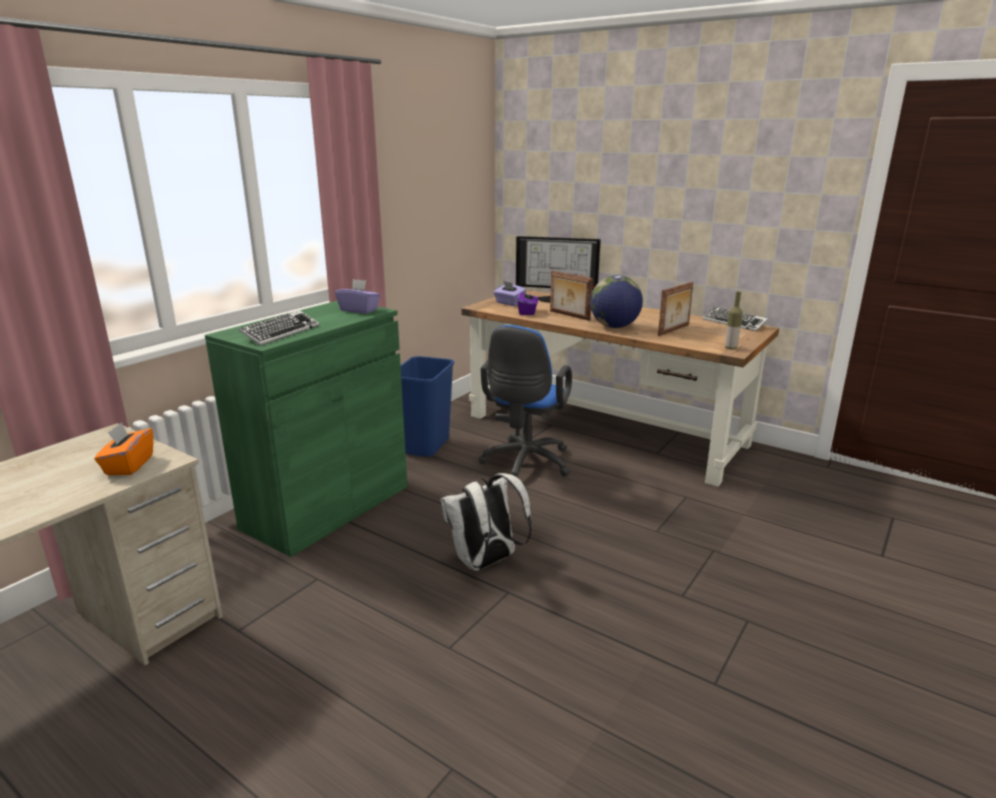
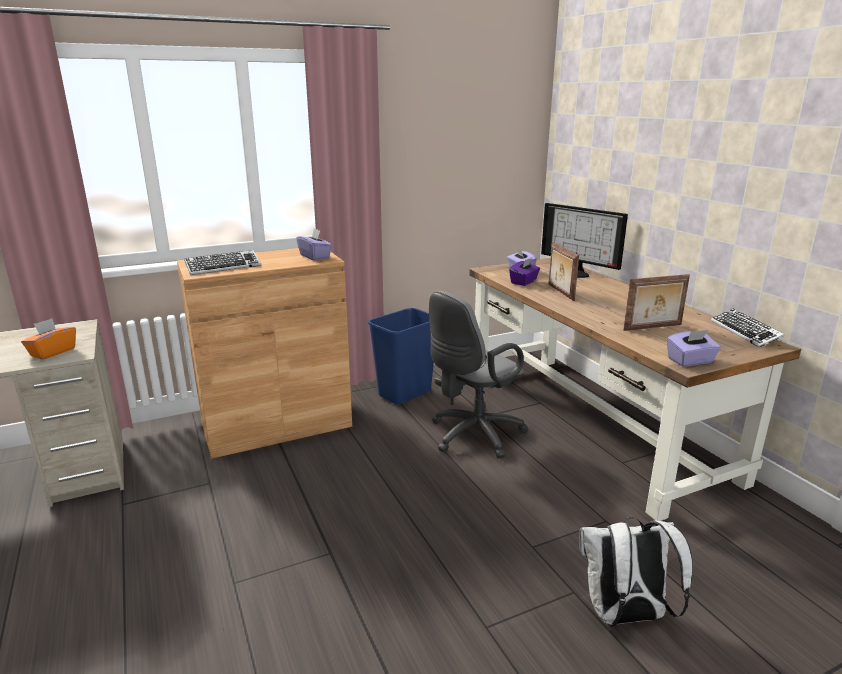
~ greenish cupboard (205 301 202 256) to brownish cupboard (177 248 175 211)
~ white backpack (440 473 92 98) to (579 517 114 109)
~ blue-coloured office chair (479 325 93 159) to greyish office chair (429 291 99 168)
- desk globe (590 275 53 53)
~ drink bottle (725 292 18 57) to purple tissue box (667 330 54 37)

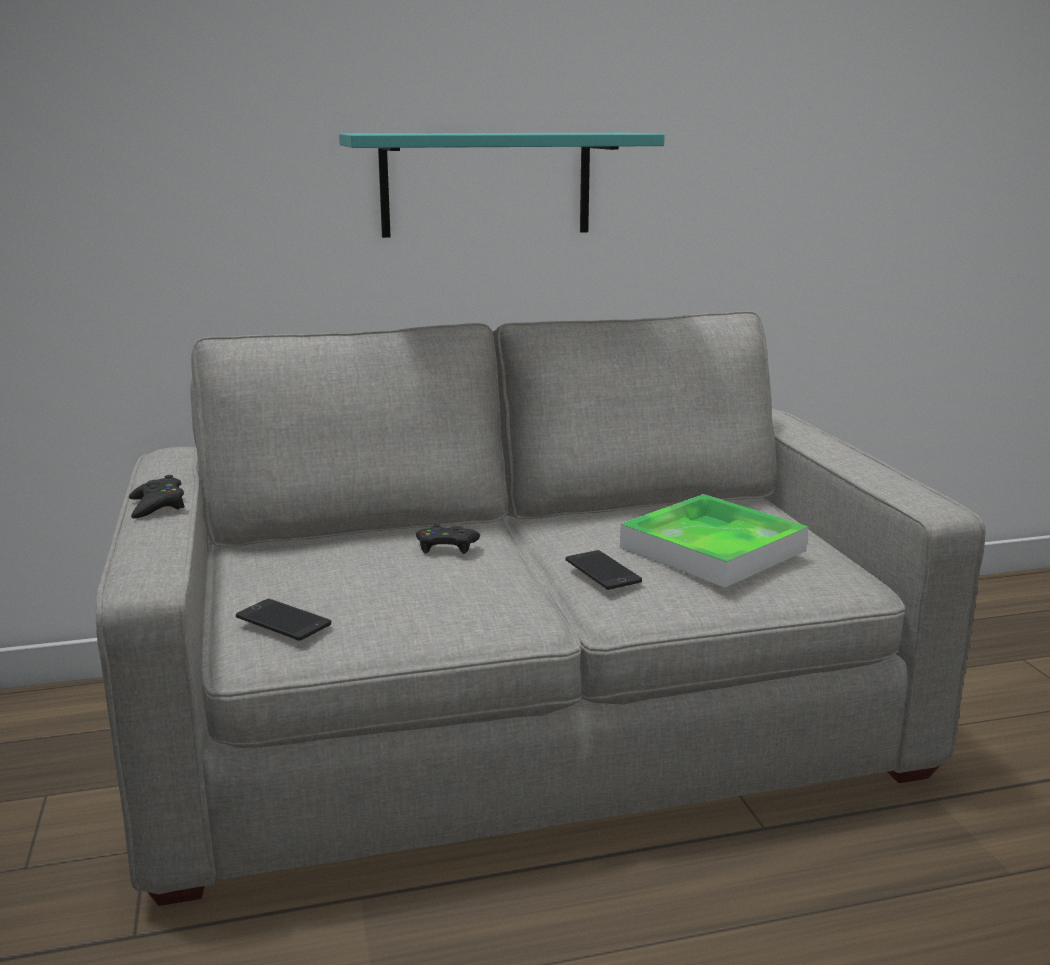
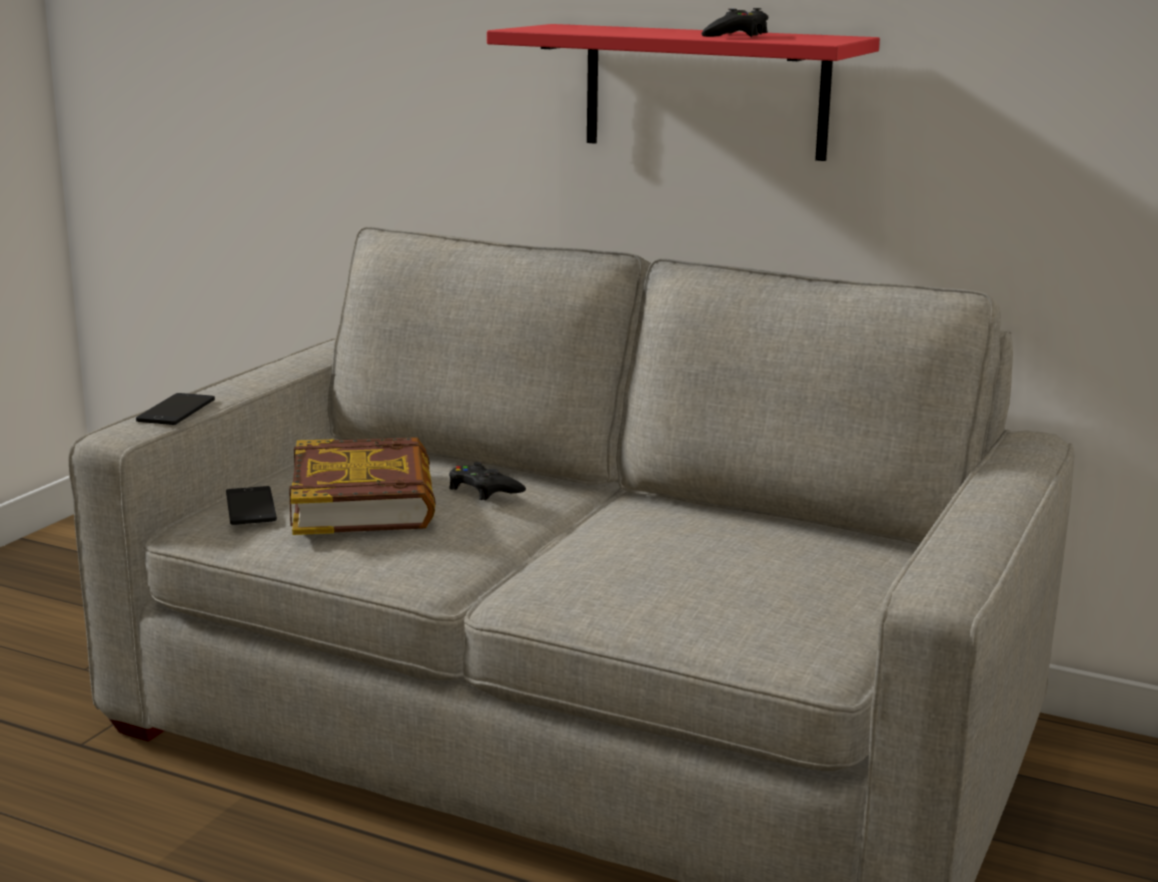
~ blackish gamepad (129 475 56 43) to (701 8 67 29)
~ turquoise-coloured bracket shelf (339 133 326 105) to red-coloured bracket shelf (487 24 393 137)
~ phone (566 550 76 40) to (136 393 79 32)
- tray (620 494 189 94)
+ book (289 437 147 98)

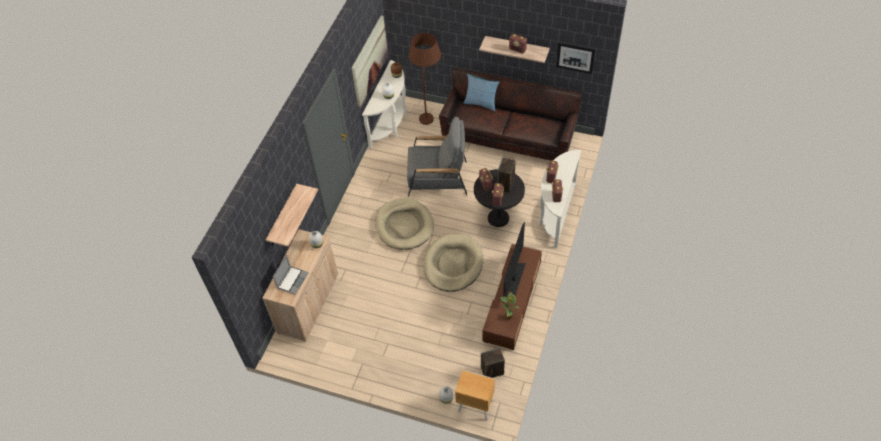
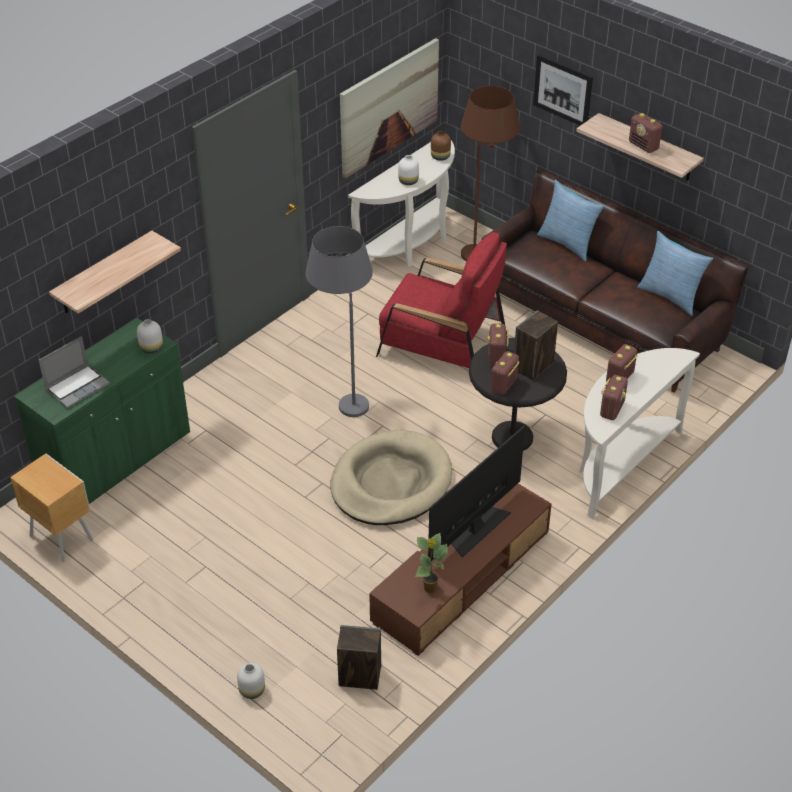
~ beige cupboard (262 229 76 112) to greenish cupboard (14 318 176 186)
~ beige dog cushion (375 198 59 52) to greyish floor lamp (305 226 68 191)
~ greyish easy chair (407 117 60 80) to red-coloured easy chair (376 232 131 136)
~ brownish bedside table (455 370 40 50) to (10 454 83 108)
~ picture (556 43 39 31) to (533 54 60 72)
+ throw pillow (637 231 77 85)

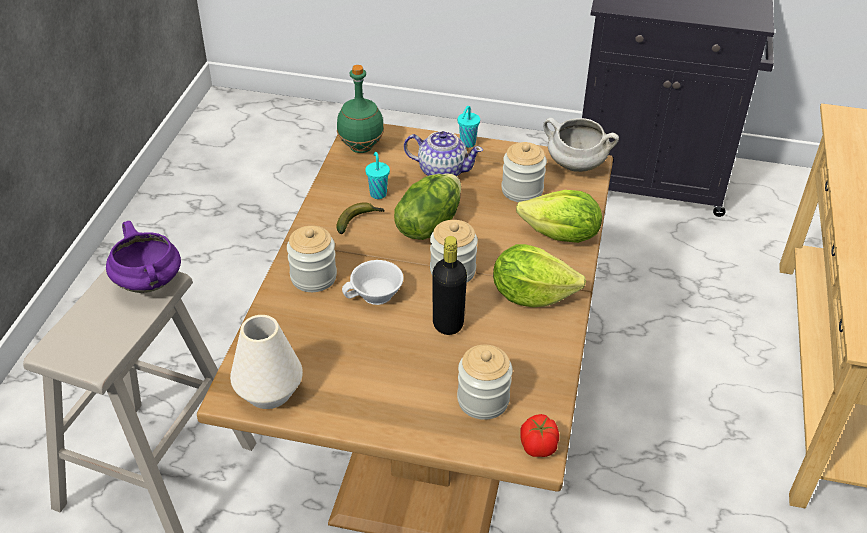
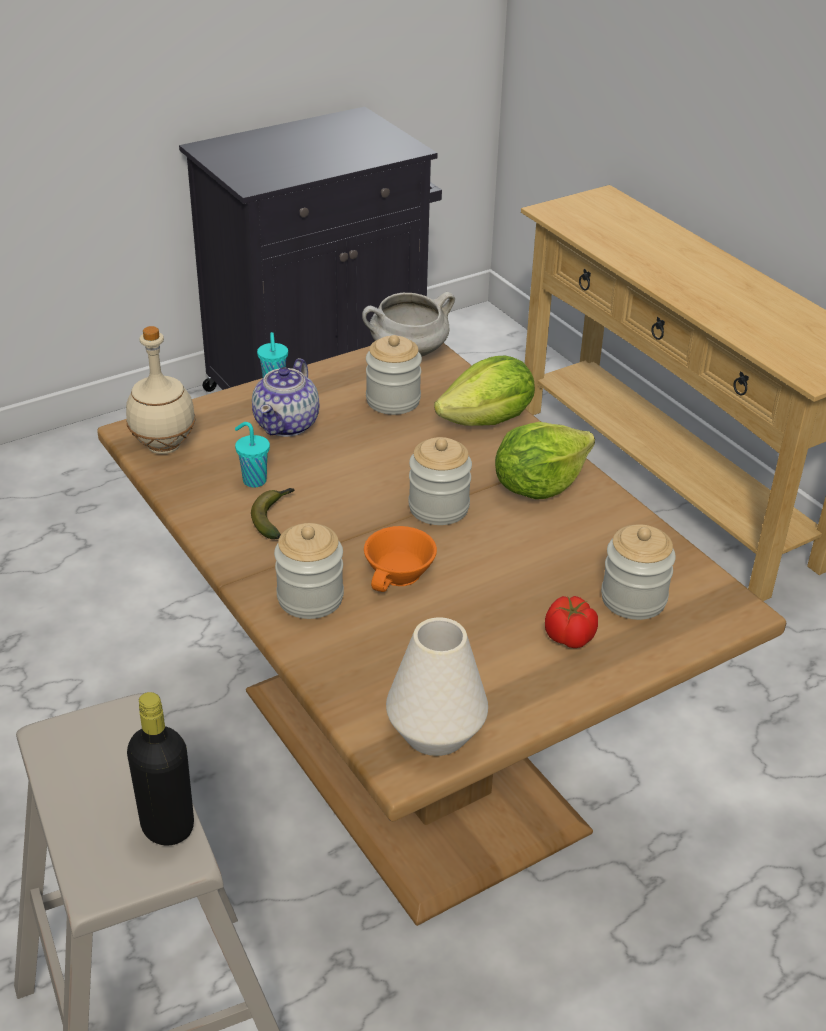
- purple cooking pot (106 221 75 72)
~ greenish drink bottle (337 65 47 88) to beige drink bottle (126 326 70 128)
~ white small cup (342 260 61 45) to orange small cup (364 526 73 66)
- lettuce (394 173 67 67)
~ pot for tea (404 131 79 45) = (252 358 67 79) 135 degrees clockwise
~ blackish drink bottle (432 236 35 99) to (127 692 67 154)
~ fresh tomato (520 414 39 43) to (545 596 53 52)

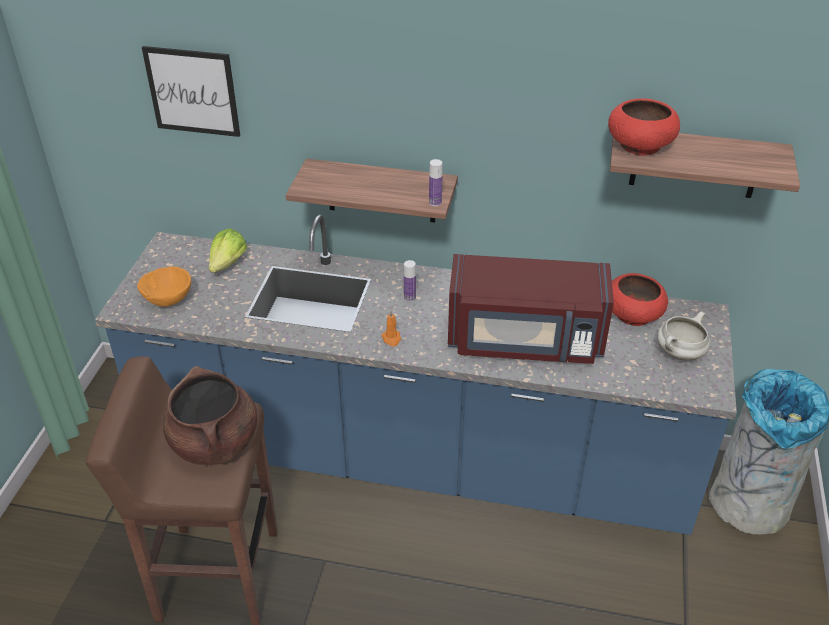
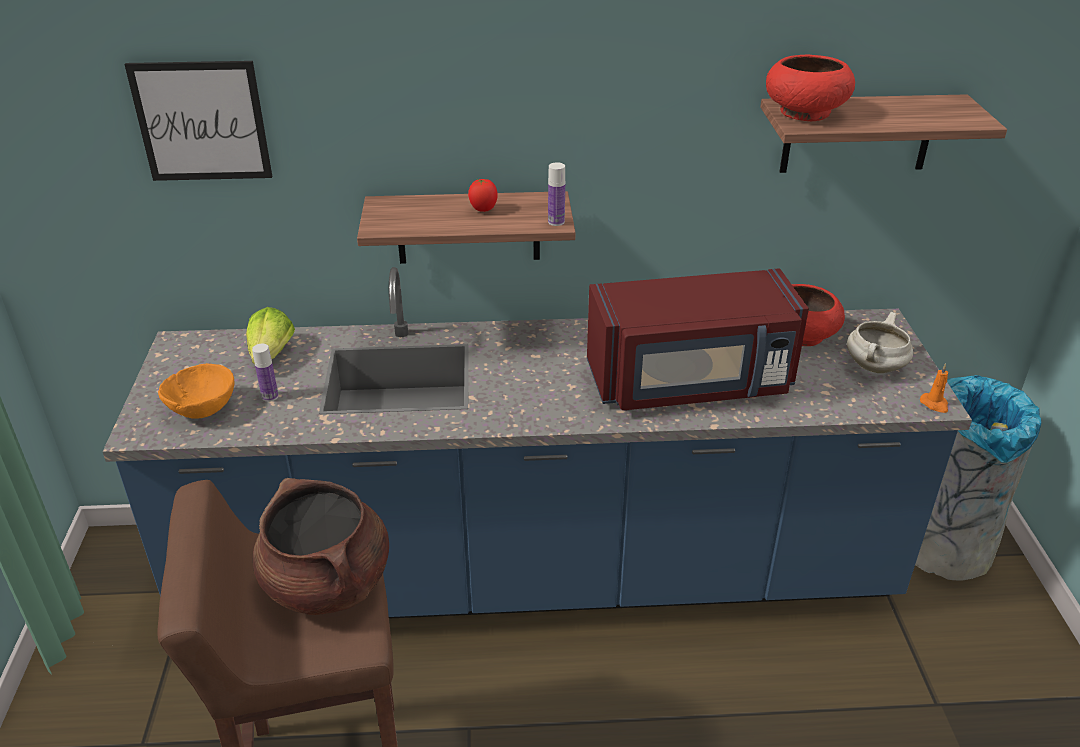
~ orange candle (381 311 20 36) to (920 364 28 49)
~ drink bottle (404 260 12 42) to (252 344 27 58)
+ fresh tomato (468 179 29 33)

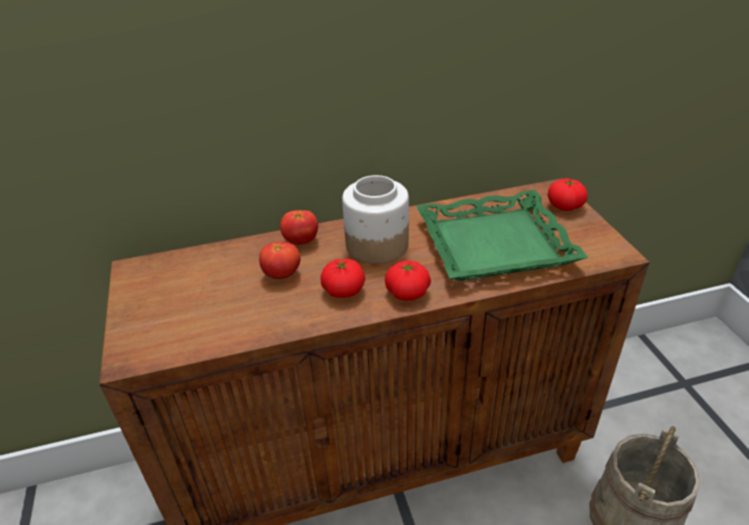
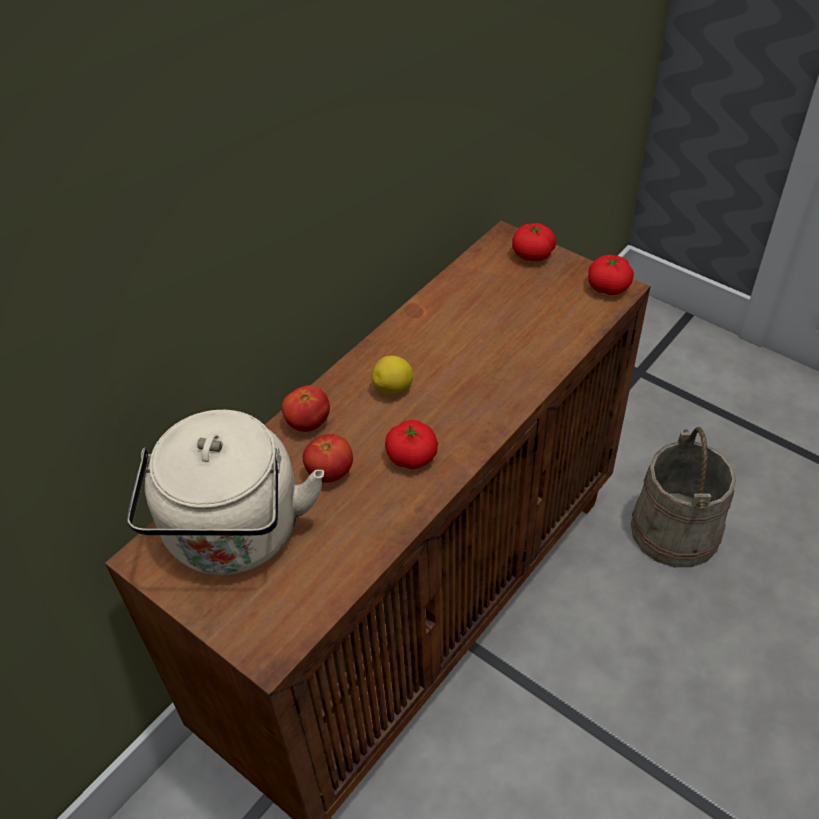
~ storage jar (342 175 67 89) to lemon (372 356 41 38)
~ fresh tomato (385 260 46 41) to (588 255 46 40)
- greenish tray (417 190 171 91)
+ beige kettle (127 410 197 165)

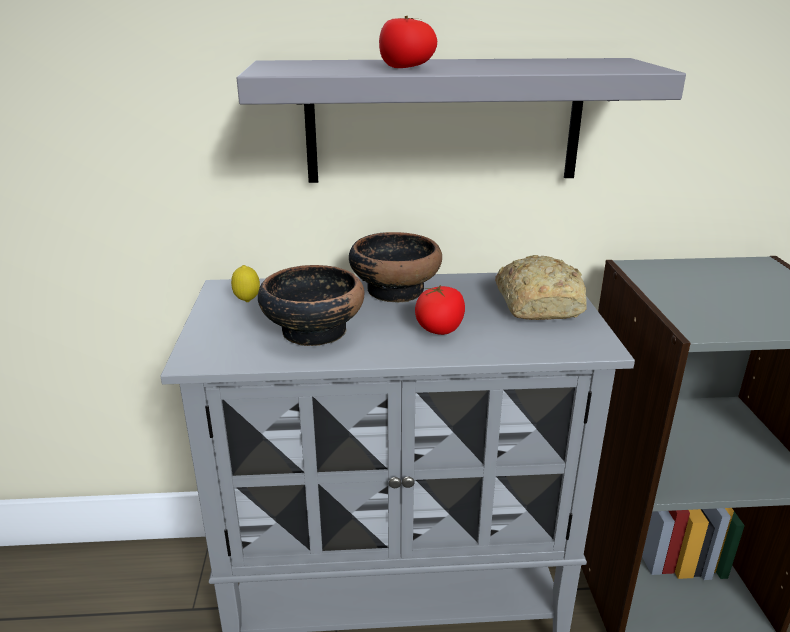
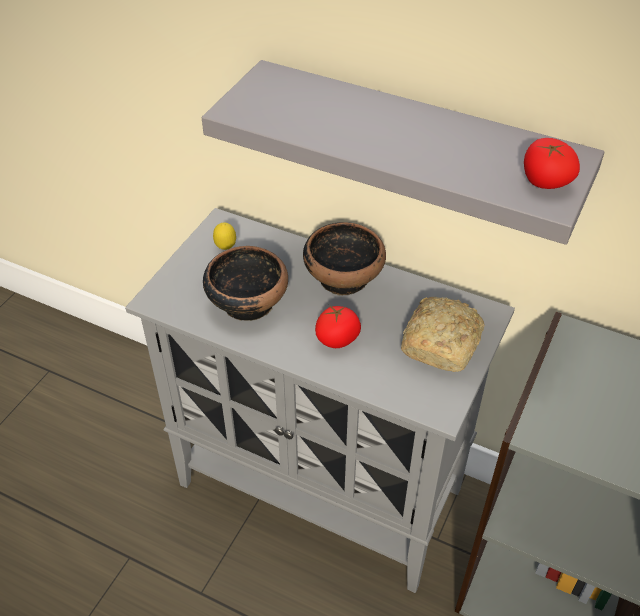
~ fresh tomato (379 16 58 52) to (524 138 56 51)

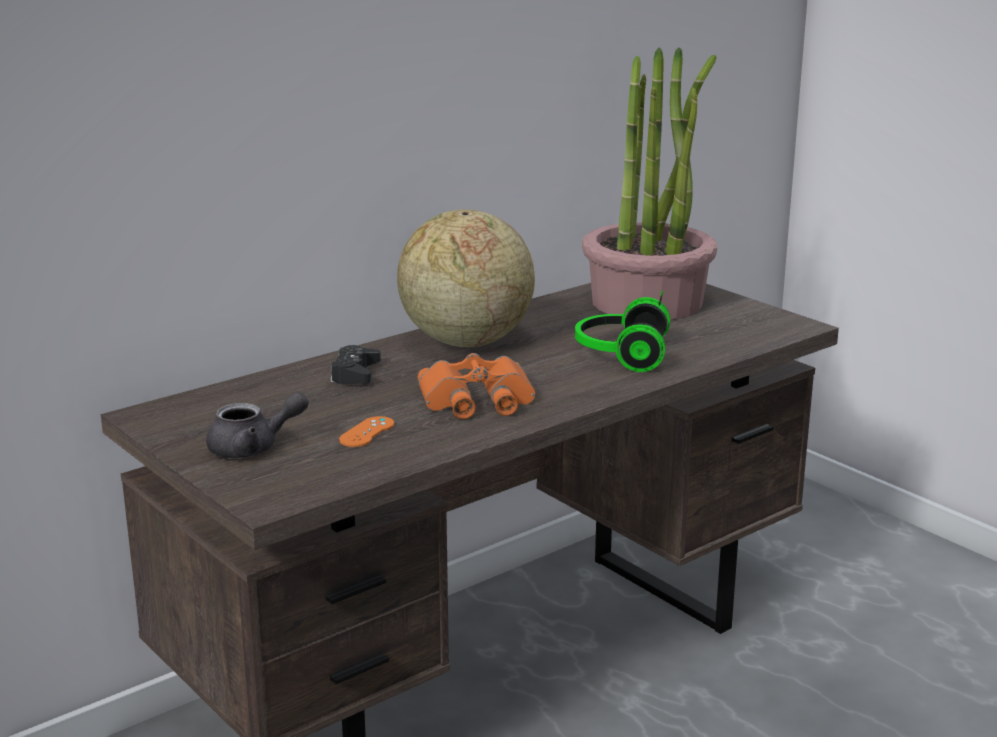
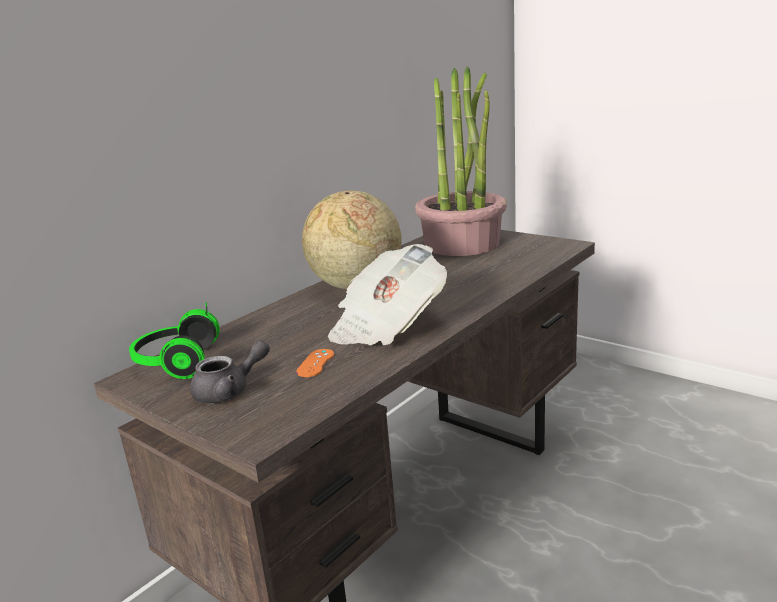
- blackish gamepad (330 345 51 39)
~ orange field glasses (418 353 117 66) to newspaper (328 244 119 101)
~ headphones (575 291 95 81) to (129 302 91 77)

